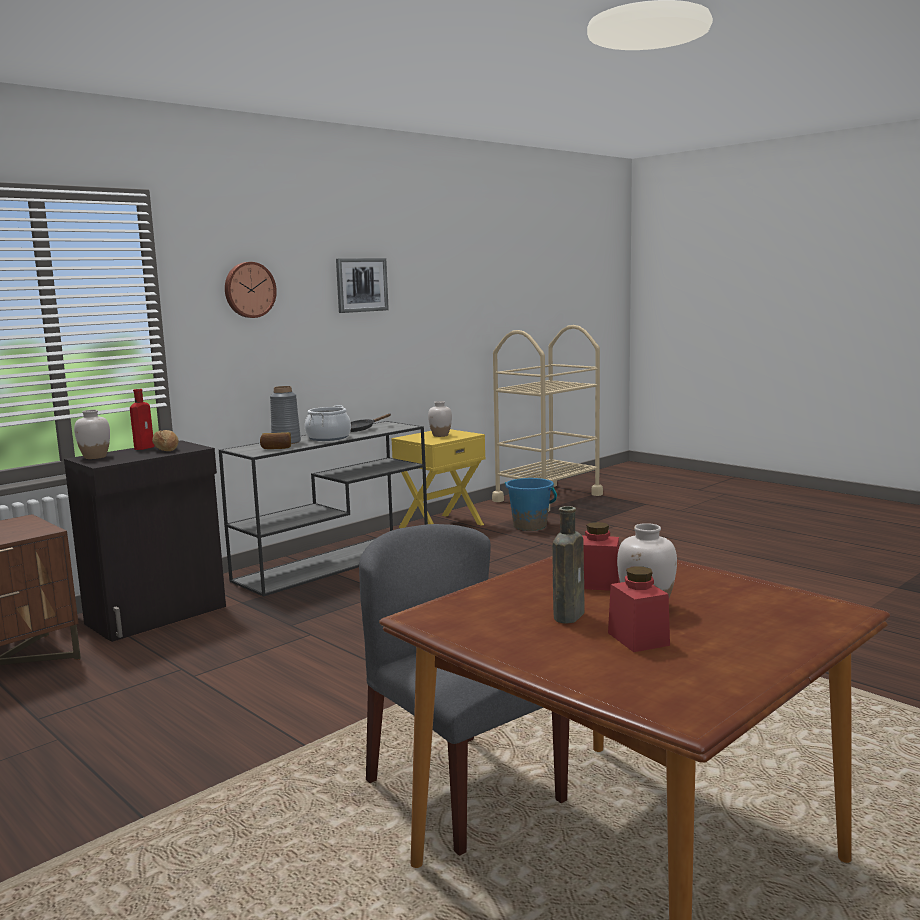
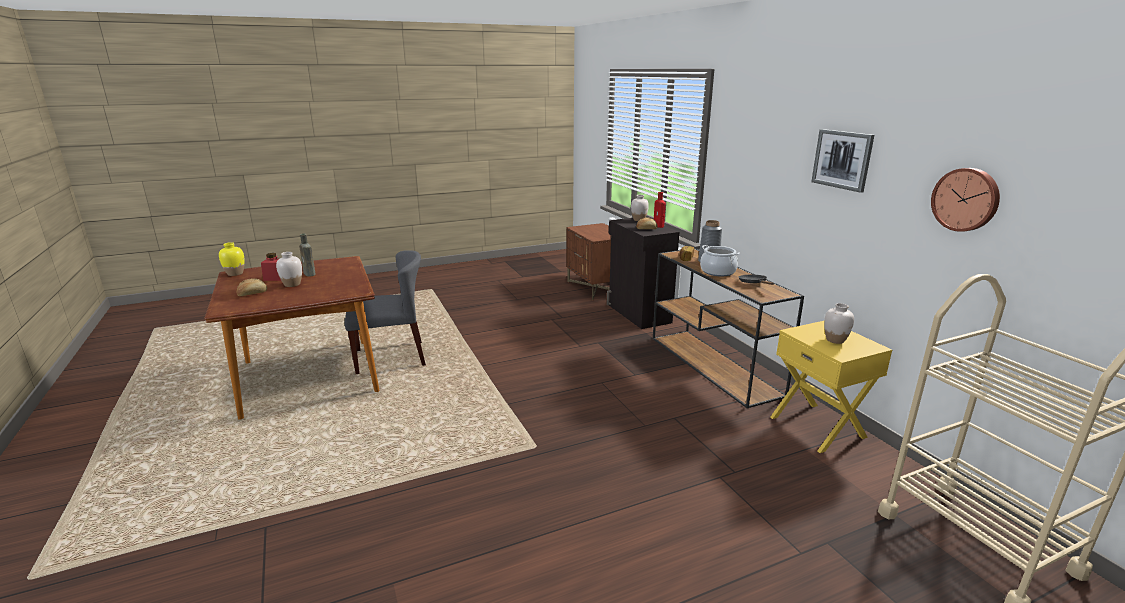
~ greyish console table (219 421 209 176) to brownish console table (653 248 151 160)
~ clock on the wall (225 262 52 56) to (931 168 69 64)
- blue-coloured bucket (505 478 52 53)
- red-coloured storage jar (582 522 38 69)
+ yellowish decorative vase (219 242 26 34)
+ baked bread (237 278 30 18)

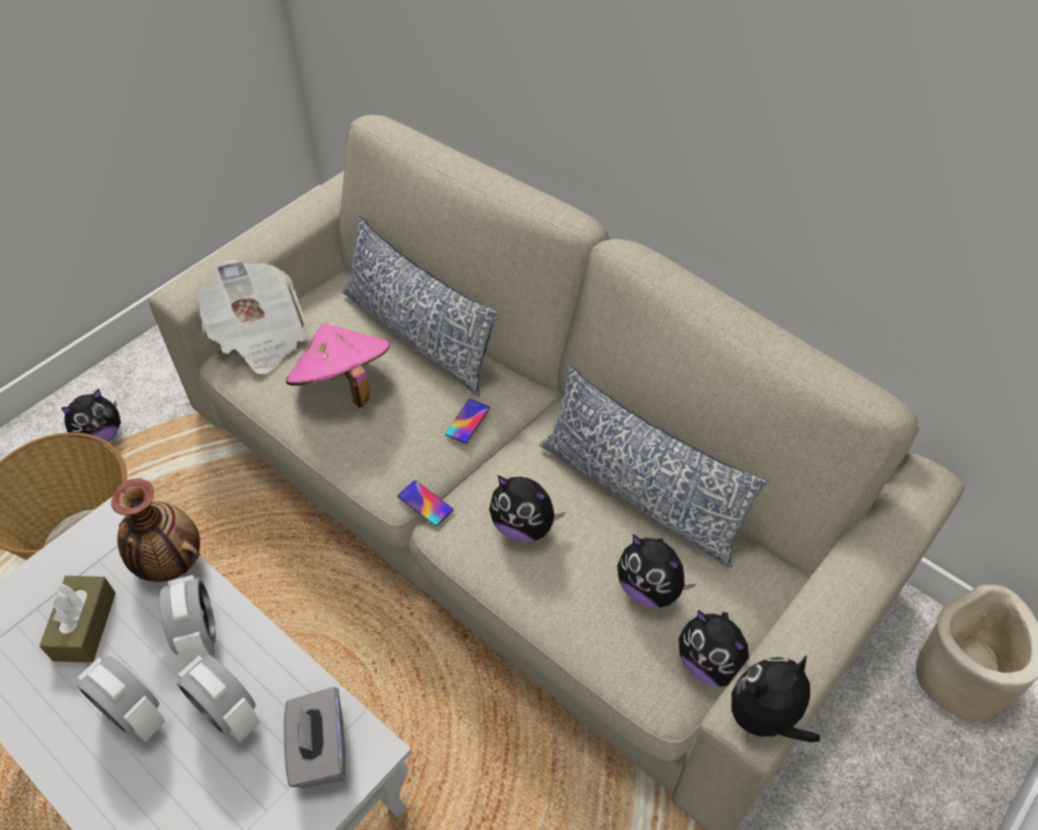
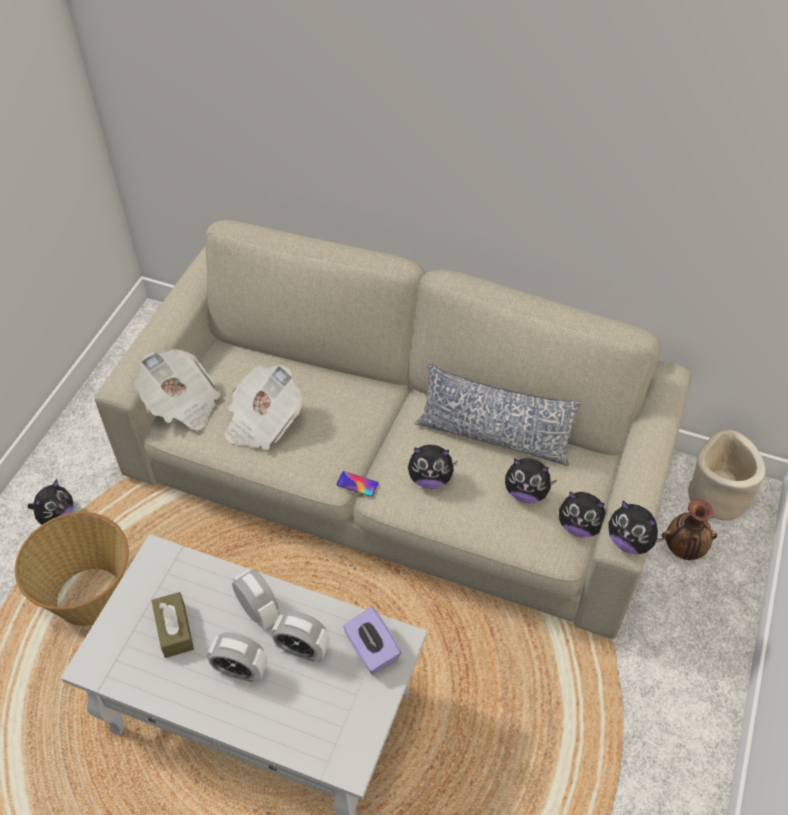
~ decorative vase (111 478 89 104) to (662 500 55 60)
~ greyish tissue box (284 687 61 101) to purple tissue box (343 607 59 67)
~ pinkish wearable hat (286 323 104 85) to newspaper (225 365 77 85)
- throw pillow (342 216 157 180)
- phone (445 399 45 44)
~ soft toy (731 654 89 88) = (608 501 57 53) 90 degrees counterclockwise

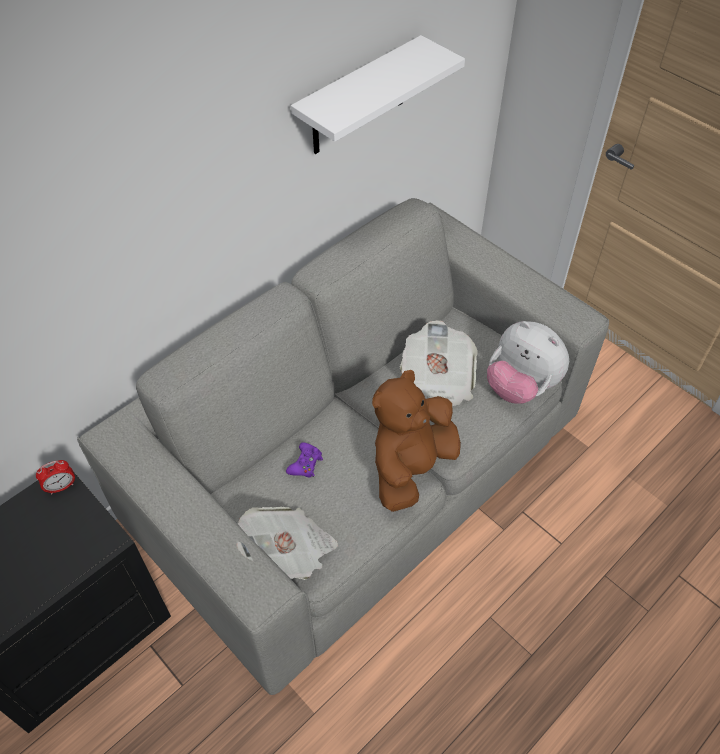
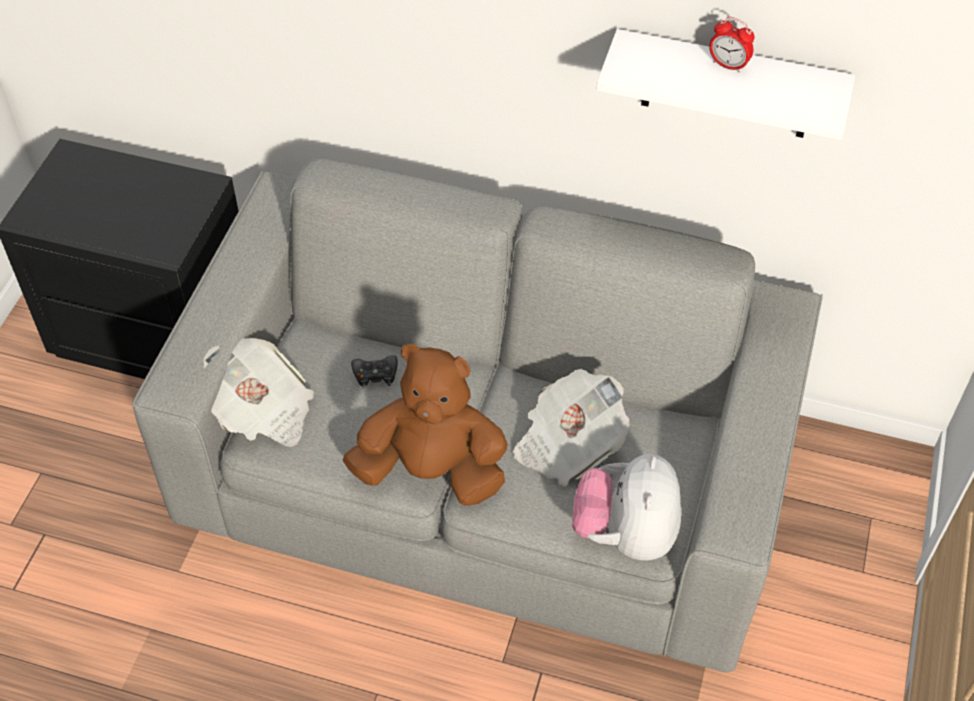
~ alarm clock (36 460 39 34) to (709 17 46 56)
~ purple gamepad (286 442 37 35) to blackish gamepad (351 355 47 34)

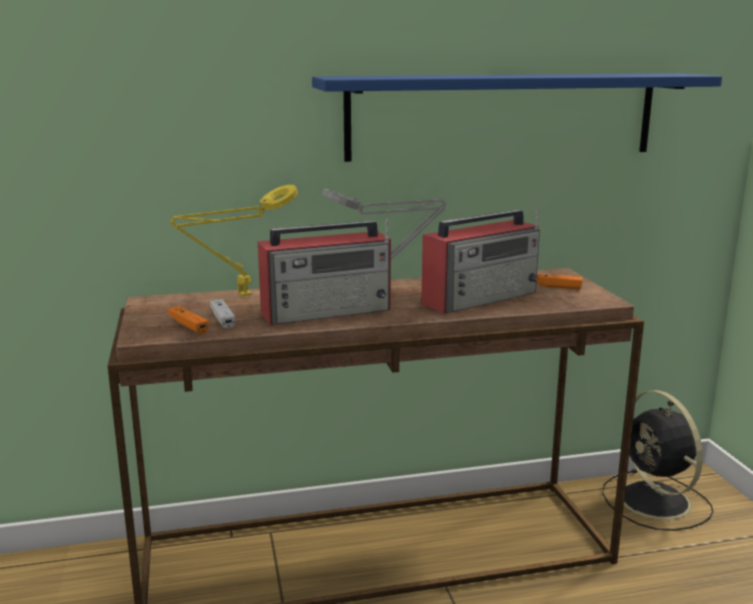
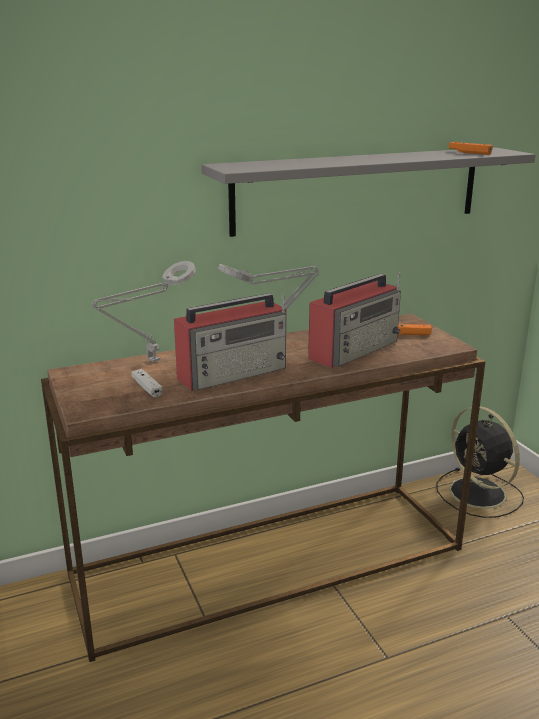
~ orange gamepad (168 306 41 28) to (449 142 44 13)
~ yellowish tabletop lamp (170 185 128 112) to greyish tabletop lamp (92 261 104 101)
~ blue-coloured bracket shelf (312 73 410 89) to greyish bracket shelf (201 147 335 90)

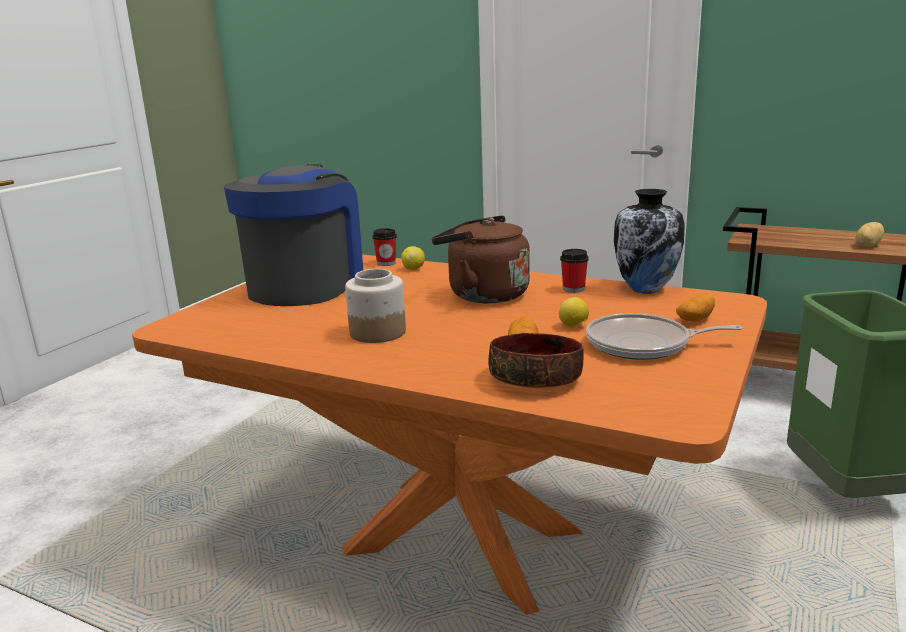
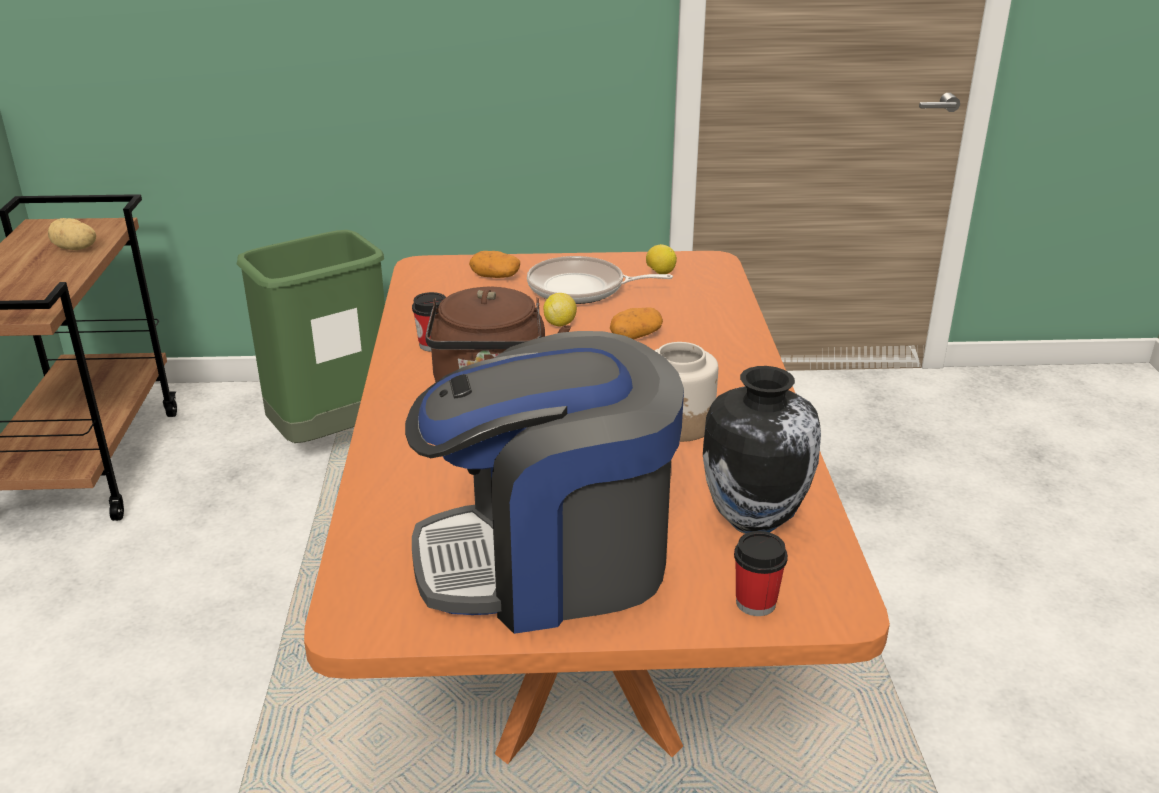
~ small cup (372 228 25 38) to (734 531 54 85)
~ lemon (401 246 24 24) to (646 244 31 30)
- serving bowl (488 333 95 55)
~ pan (586 313 157 47) = (527 256 146 48) 120 degrees clockwise
~ decorative vase (614 189 71 105) to (703 366 118 168)

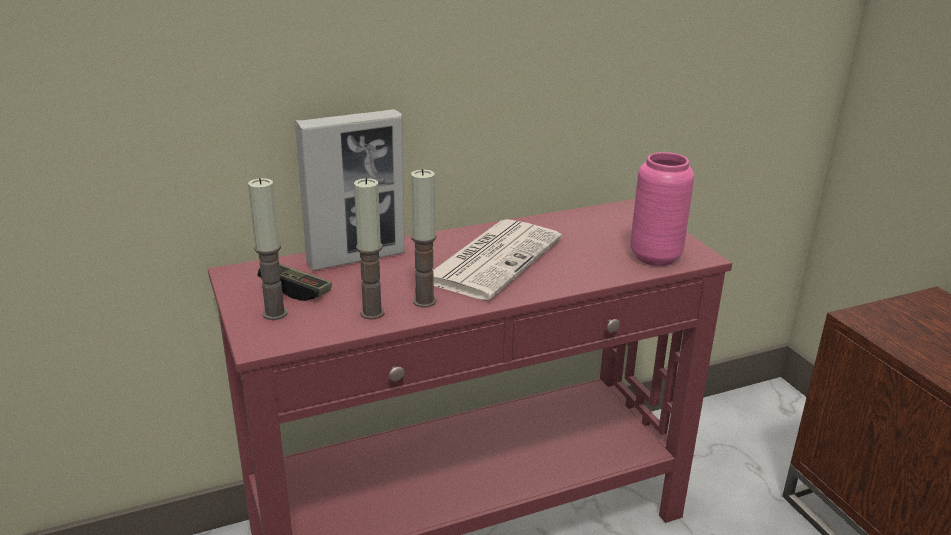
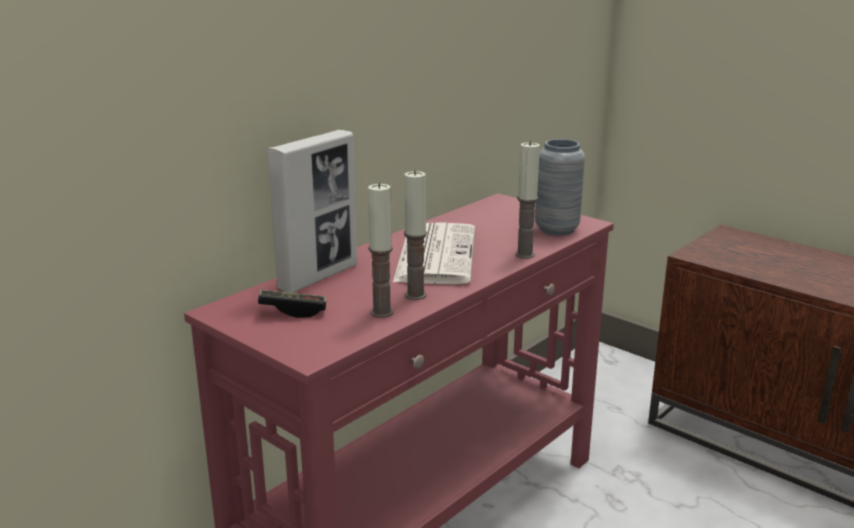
~ candle (248 178 39 142) to (515 141 25 118)
~ pinkish decorative vase (630 152 64 114) to greyish decorative vase (535 139 50 96)

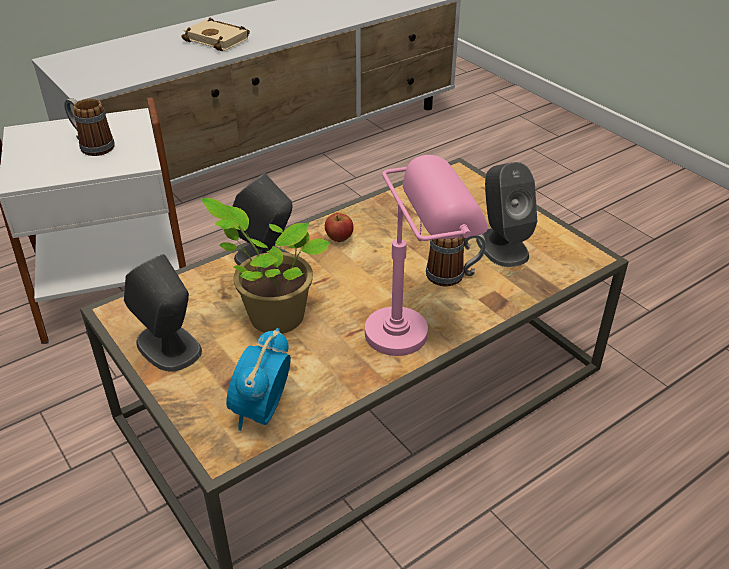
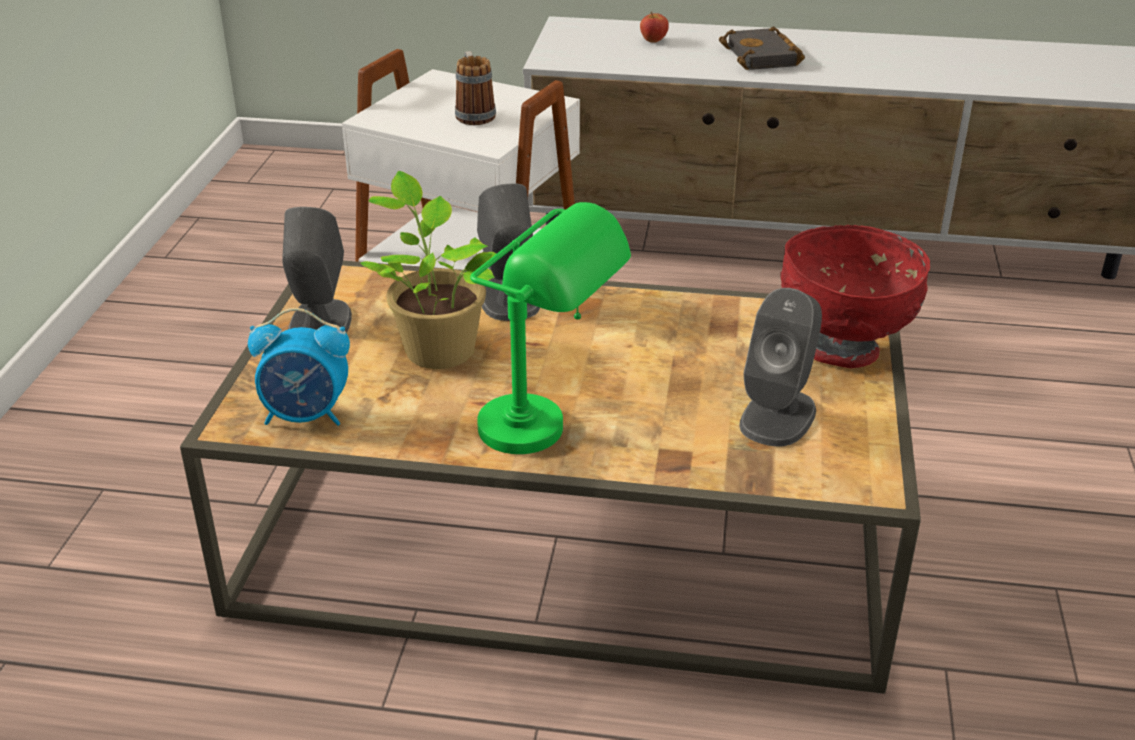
~ beige book (181 18 69 33) to blackish book (719 26 86 44)
~ alarm clock (226 328 65 103) = (248 308 102 118) 150 degrees counterclockwise
~ apple fruit (325 213 28 29) to (640 12 29 31)
~ pinkish tabletop lamp (365 155 123 201) to greenish tabletop lamp (470 202 161 252)
- coffee mug (426 234 60 53)
+ red-coloured serving bowl (780 225 150 143)

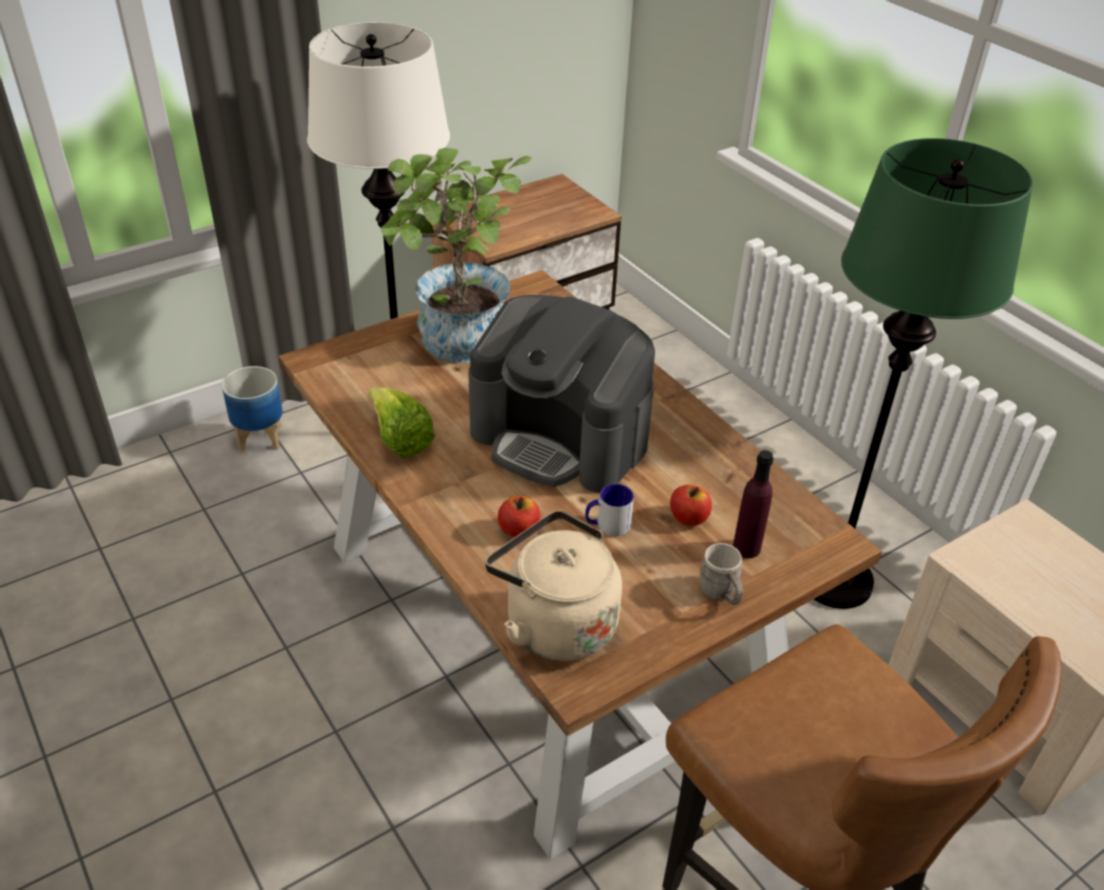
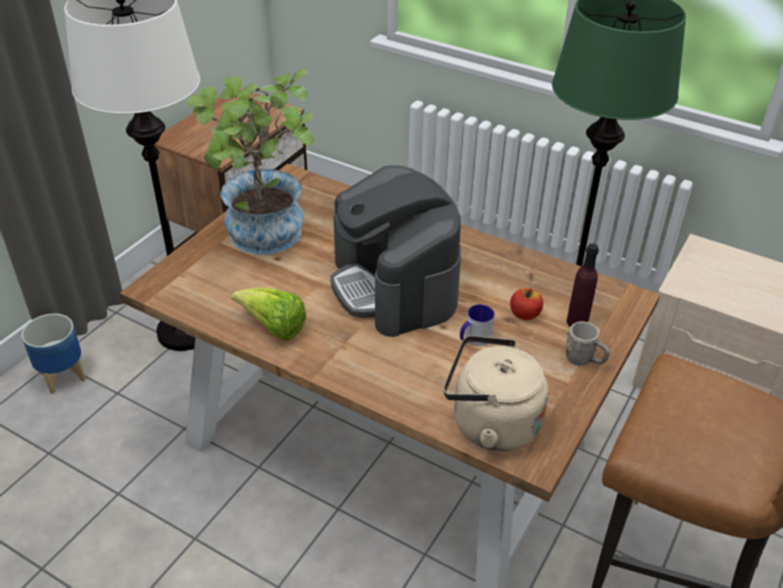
~ coffee machine (468 295 187 198) = (330 165 131 172) 60 degrees clockwise
- apple fruit (498 496 42 42)

